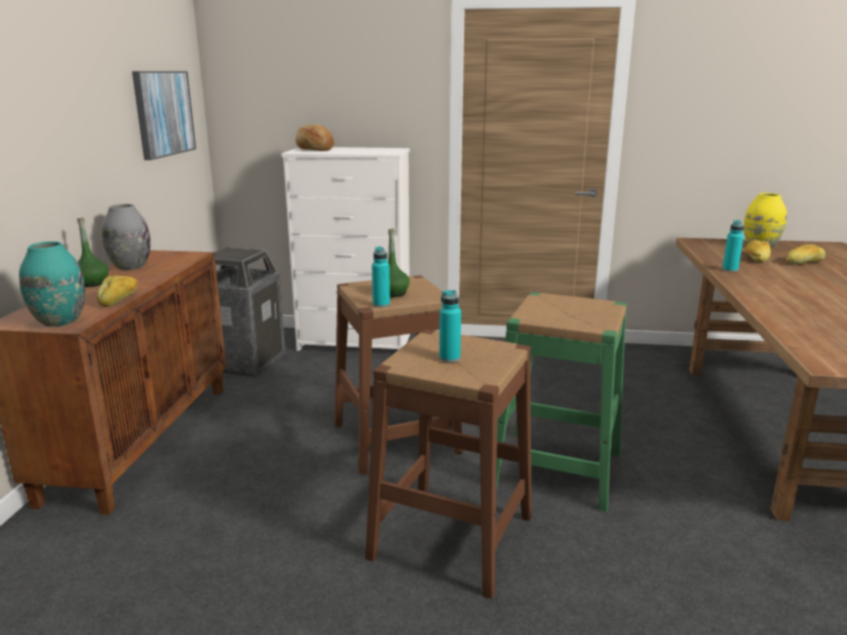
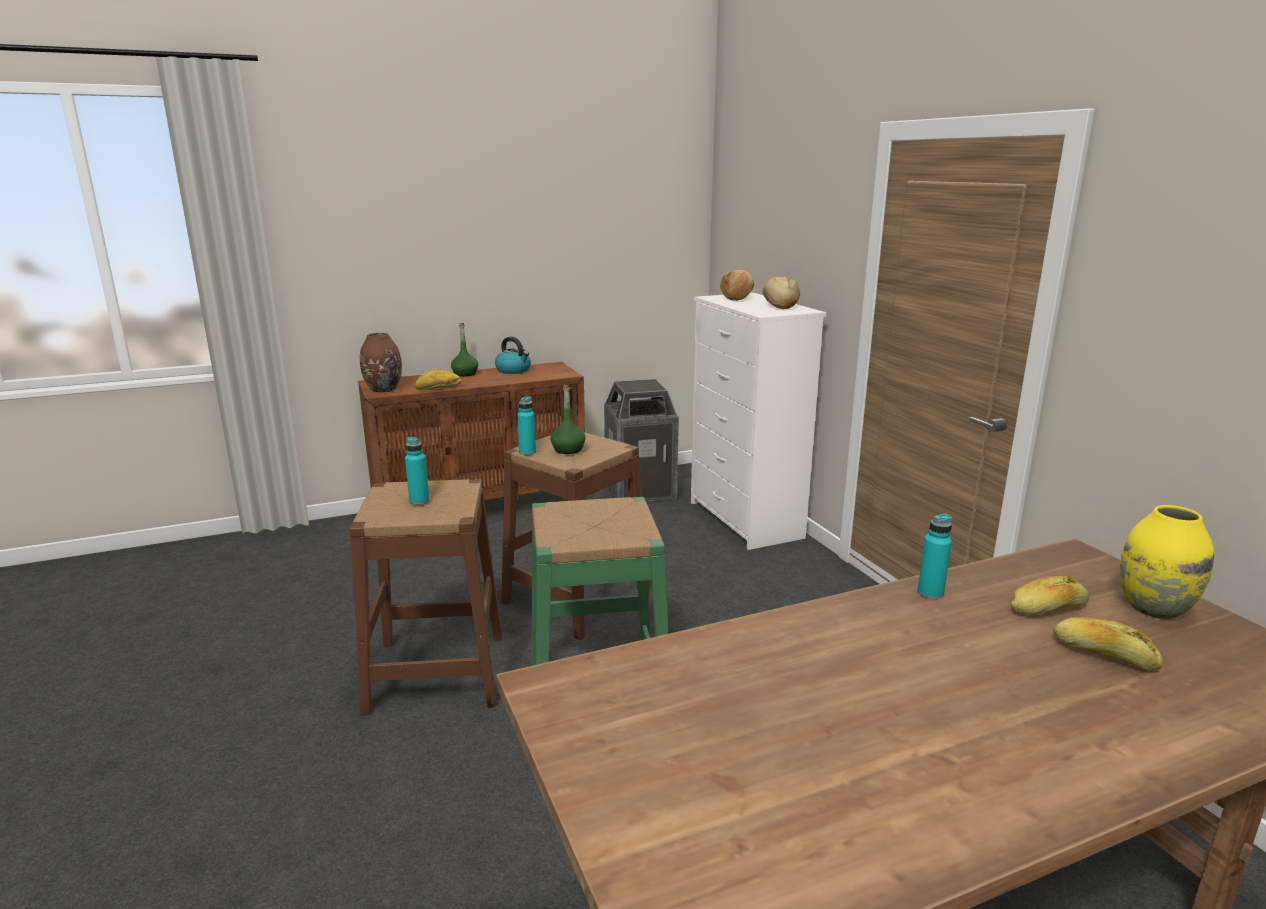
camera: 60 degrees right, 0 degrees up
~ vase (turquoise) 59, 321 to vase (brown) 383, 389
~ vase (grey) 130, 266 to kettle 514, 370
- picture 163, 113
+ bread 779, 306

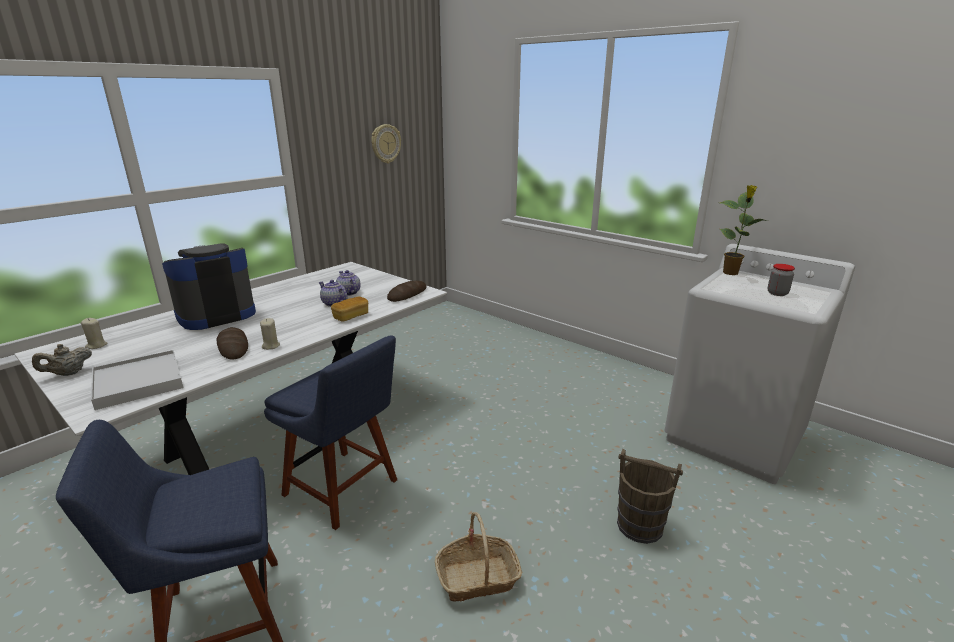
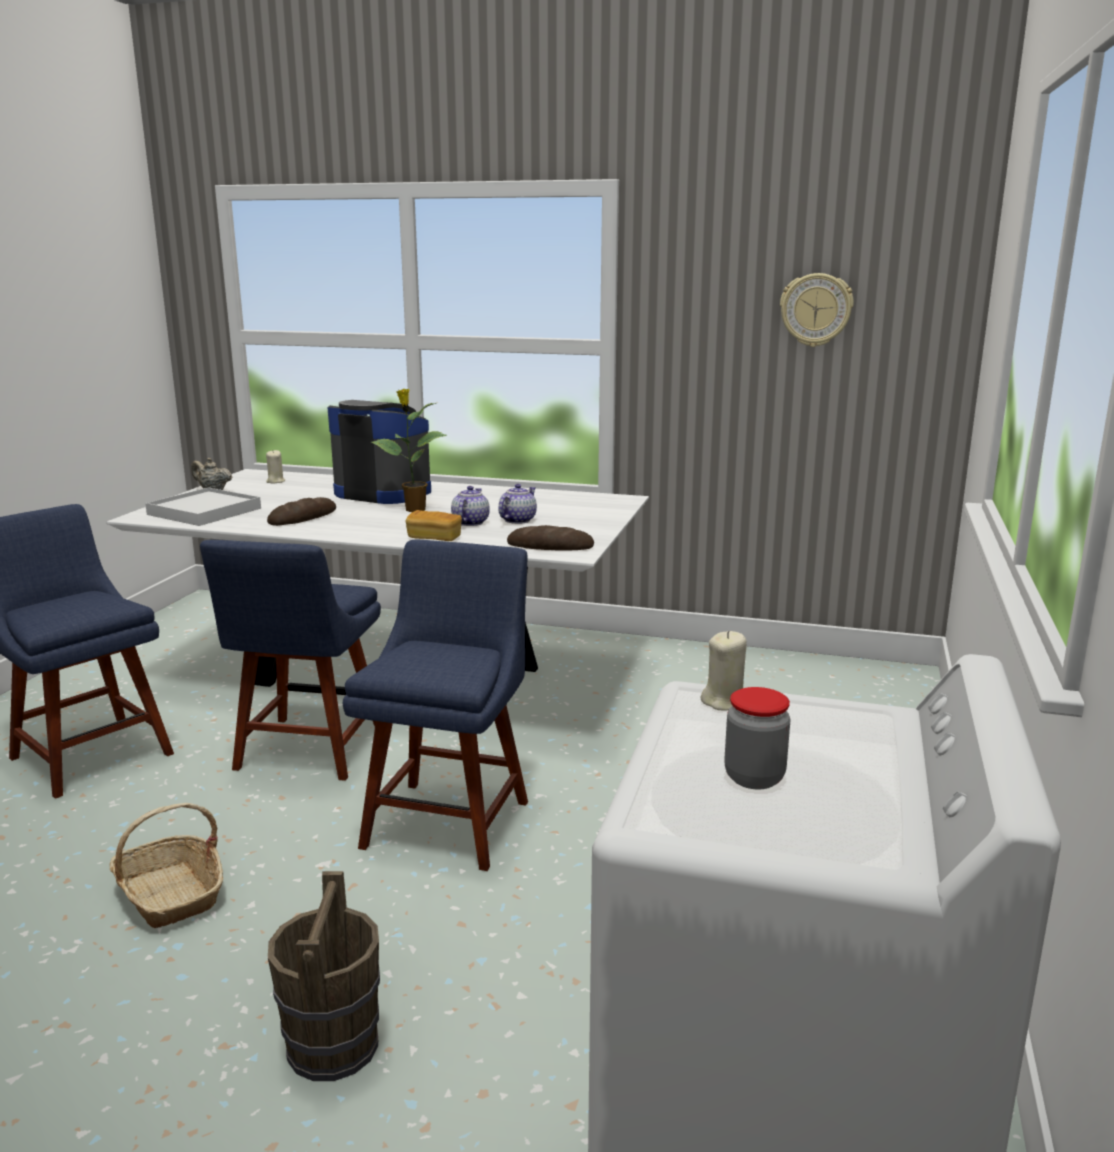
camera: 65 degrees right, 5 degrees down
~ candle (beige) 270, 346 to 724, 701
~ potted plant 731, 273 to 414, 510
+ chair (blue) 450, 819

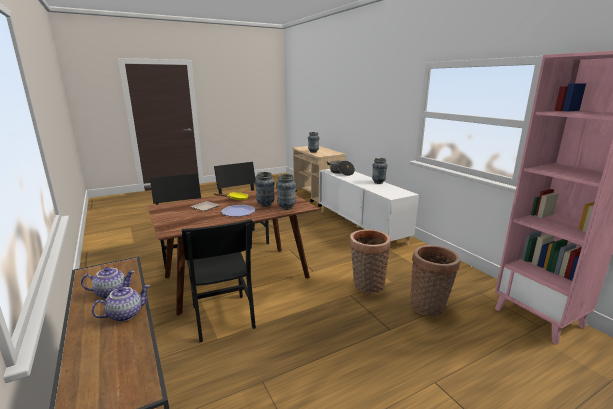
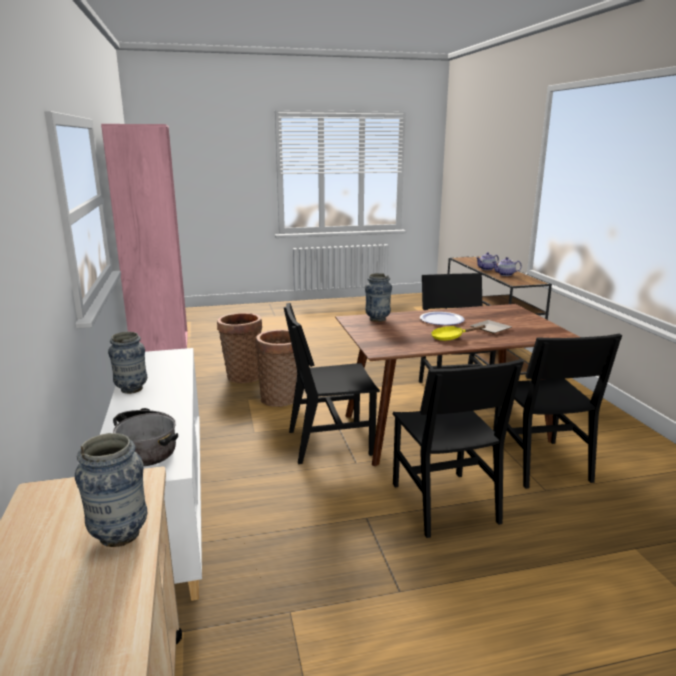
camera: 165 degrees left, 0 degrees up
- vase 265, 205
+ chair (black) 330, 442

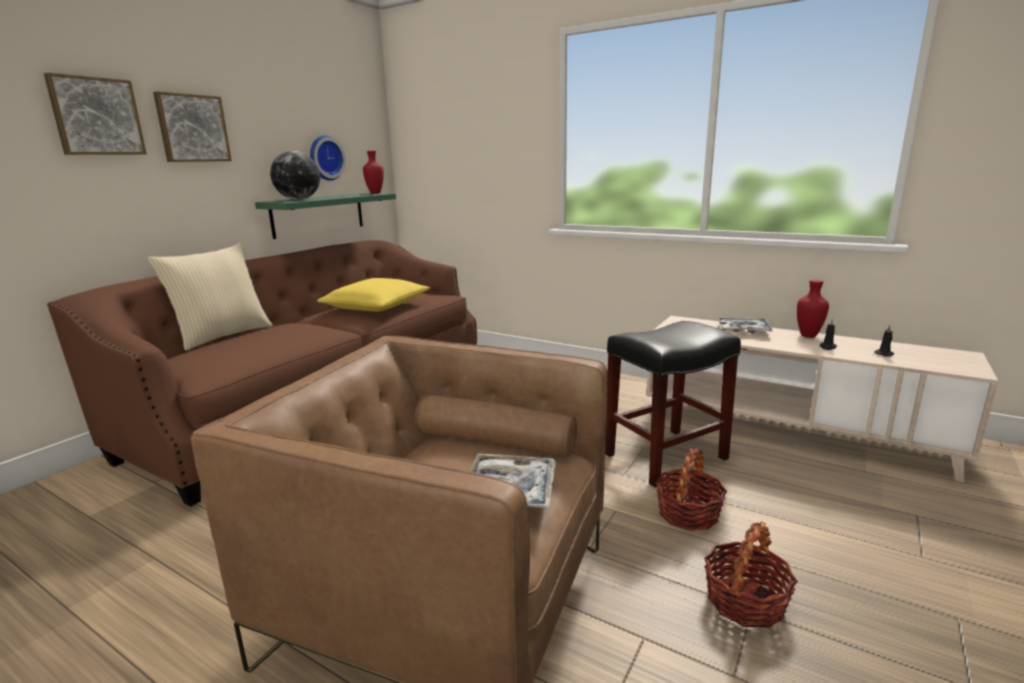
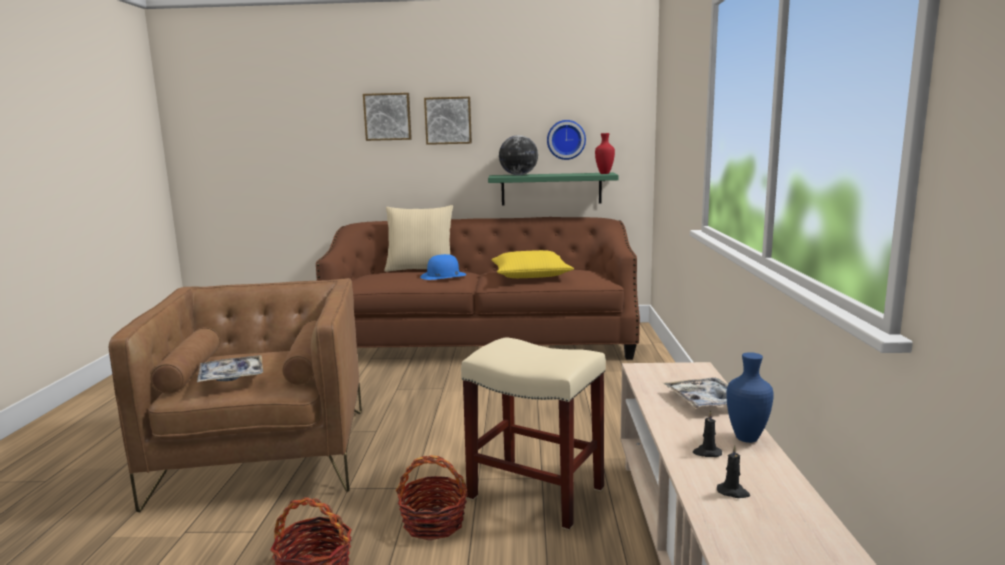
camera: 60 degrees right, 5 degrees down
~ stool (black) 665, 456 to stool (beige) 537, 492
~ vase (red) 809, 336 to vase (blue) 745, 439
+ hat (blue) 443, 275

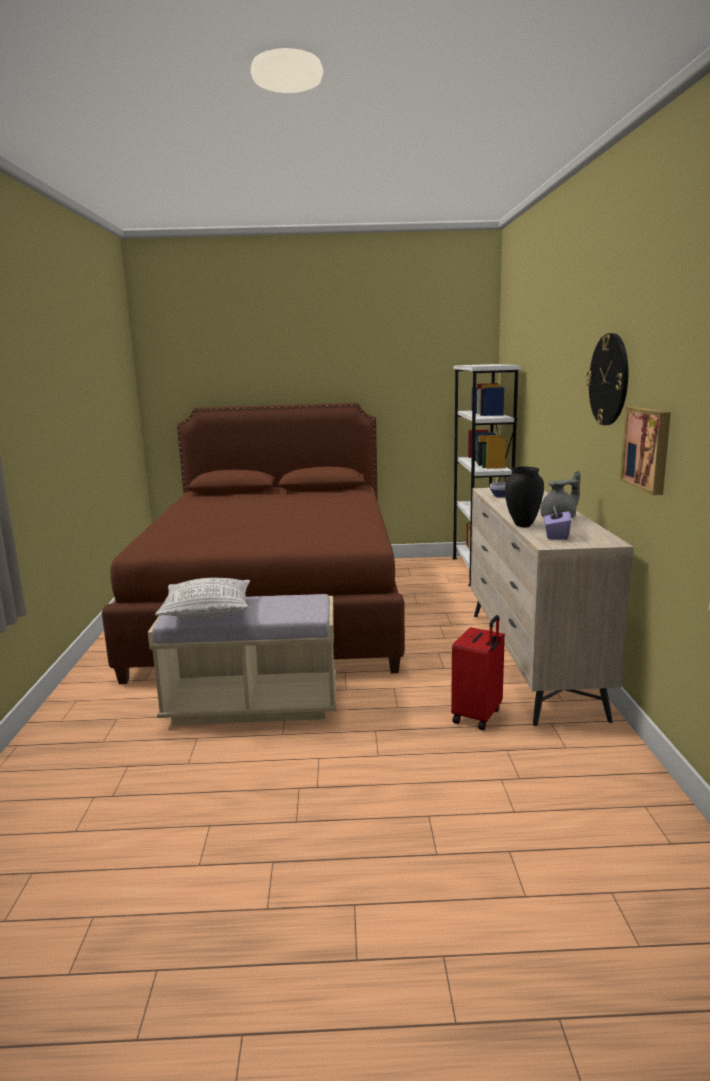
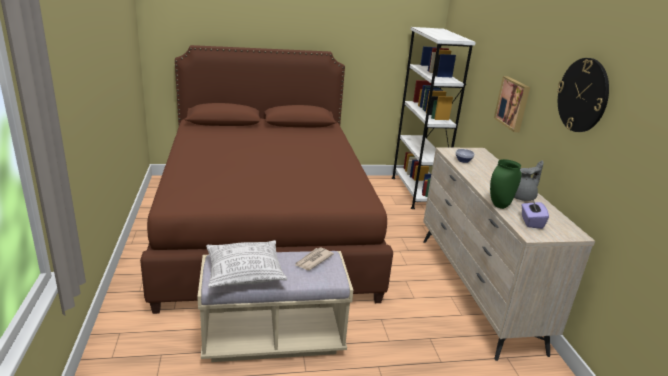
camera: 10 degrees left, 10 degrees up
- suitcase (red) 478, 716
~ vase (black) 523, 525 to vase (green) 499, 206
~ picture 648, 448 to 513, 103
+ newspaper 313, 260

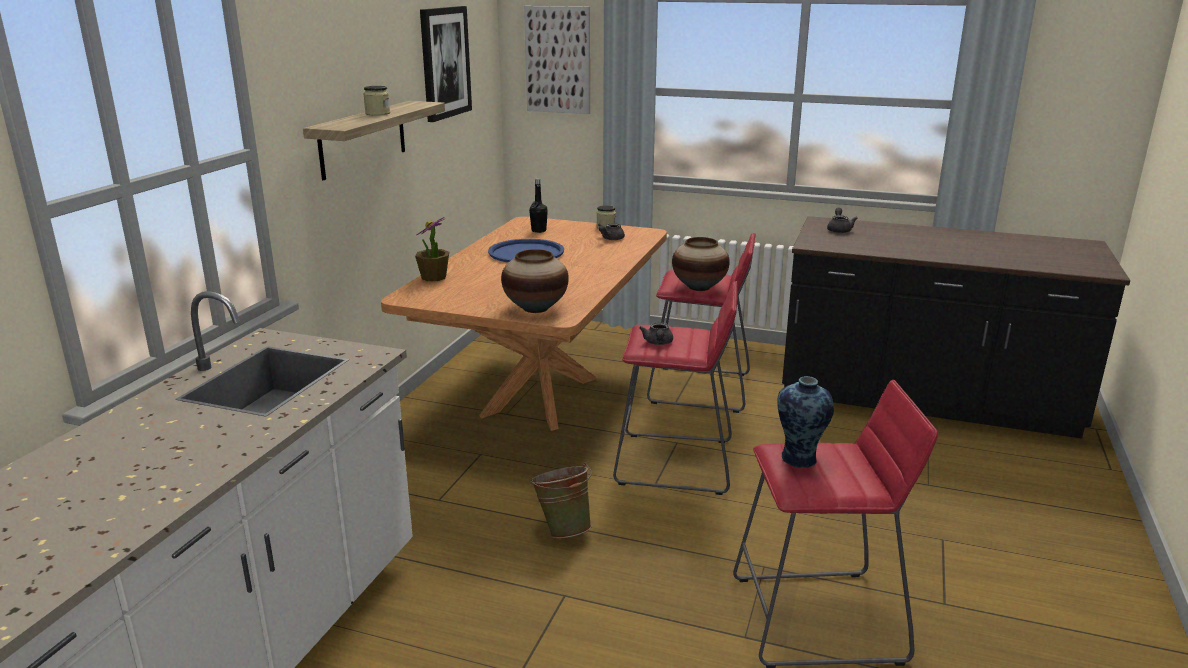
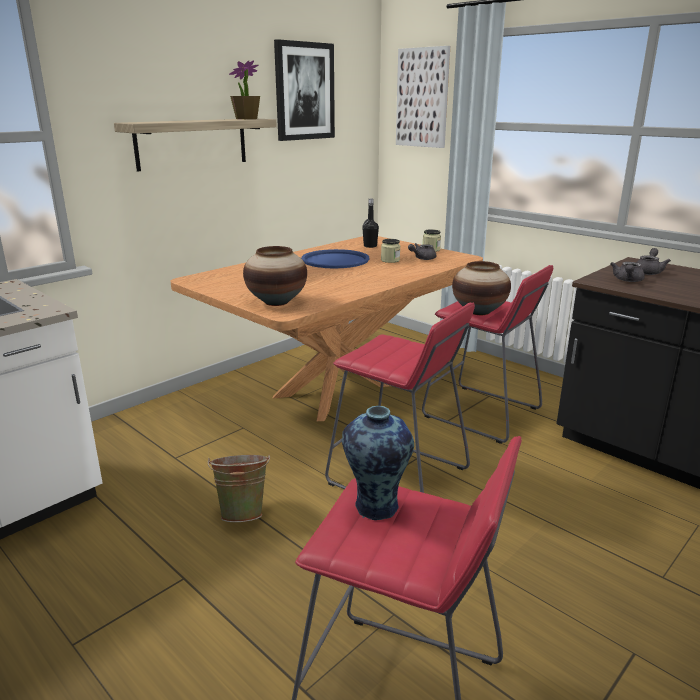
camera: 25 degrees right, 0 degrees up
~ jar 377, 113 to 390, 260
~ potted plant 434, 277 to 246, 119
~ teapot (grey) 658, 343 to 627, 280

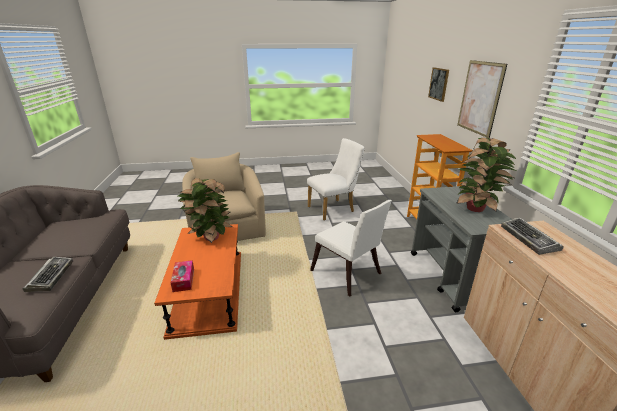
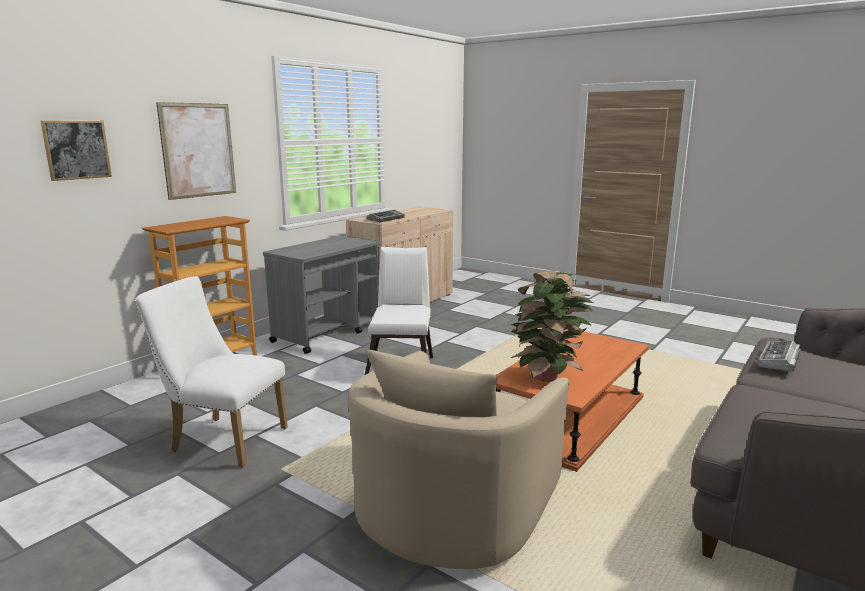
camera: 135 degrees left, 10 degrees down
- tissue box 183, 280
- potted plant 476, 208

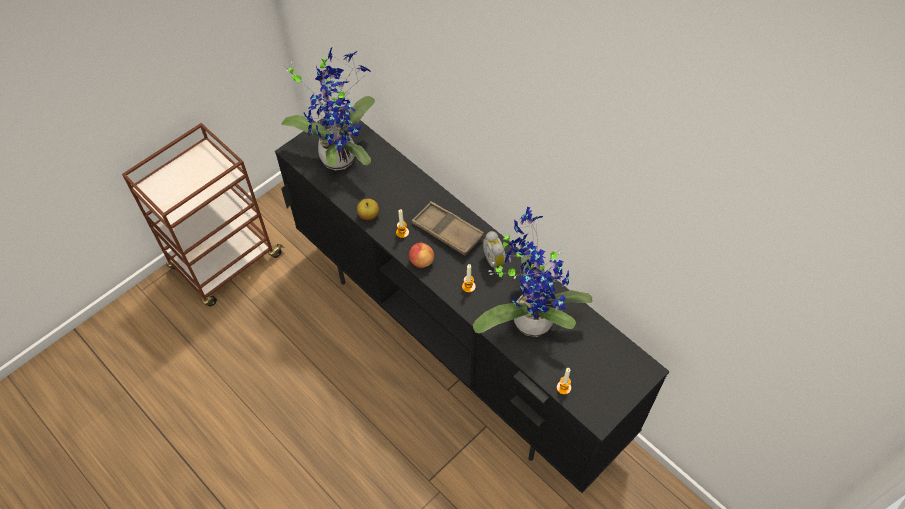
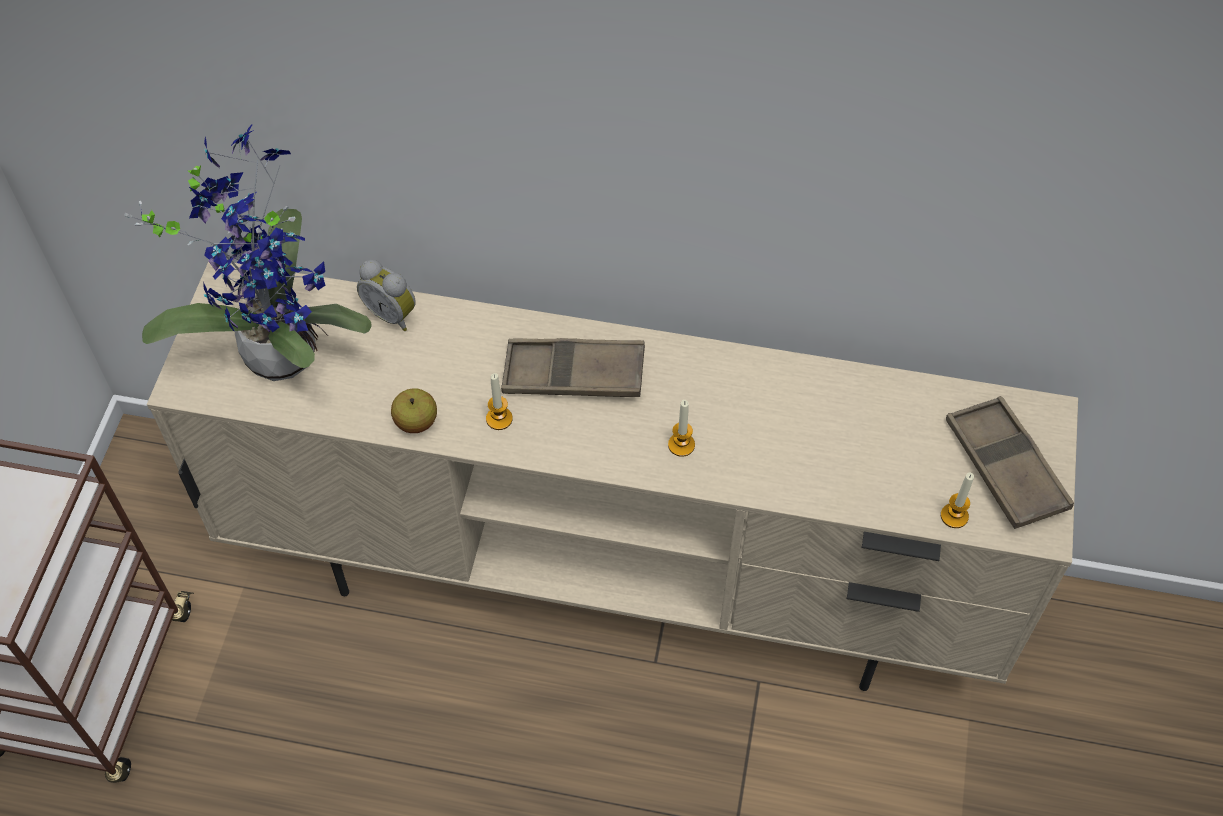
camera: 35 degrees left, 0 degrees up
~ tv stand (black) 457, 345 to tv stand (beige) 616, 580
- apple 421, 261
- potted plant 529, 317
~ alarm clock 495, 261 to 393, 314
+ tray (brown) 1005, 467

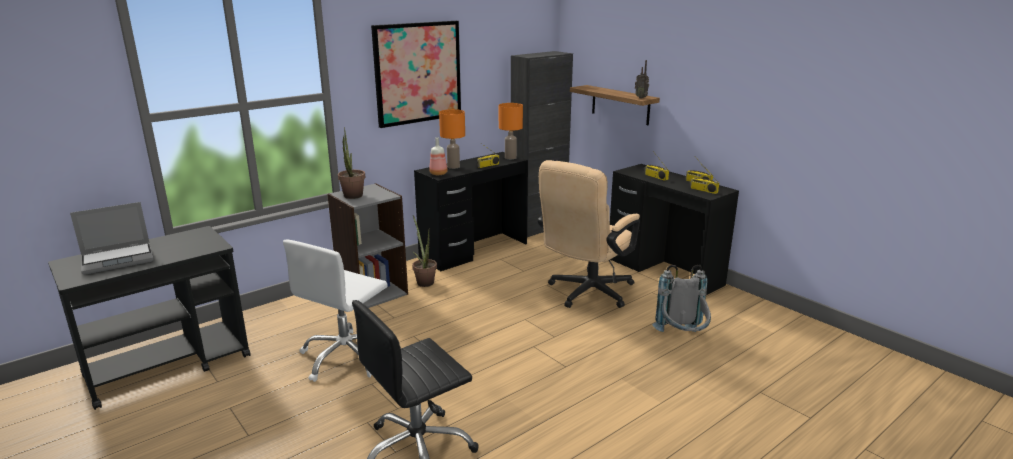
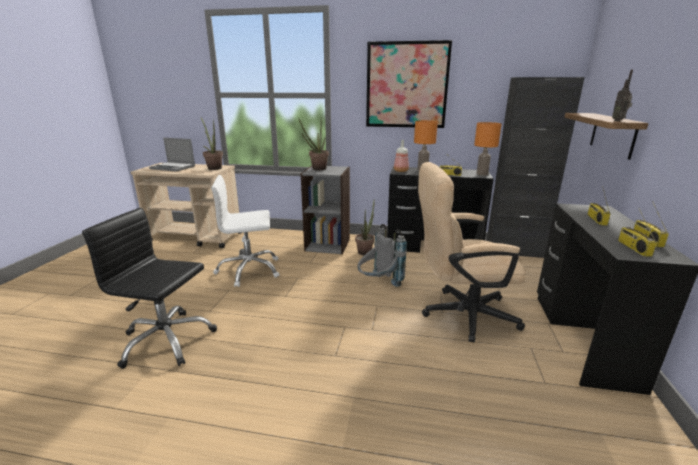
camera: 50 degrees right, 0 degrees up
~ cart (black) 169, 365 to cart (beige) 196, 237
~ backpack (grey) 681, 339 to 379, 285
+ potted plant 213, 168

